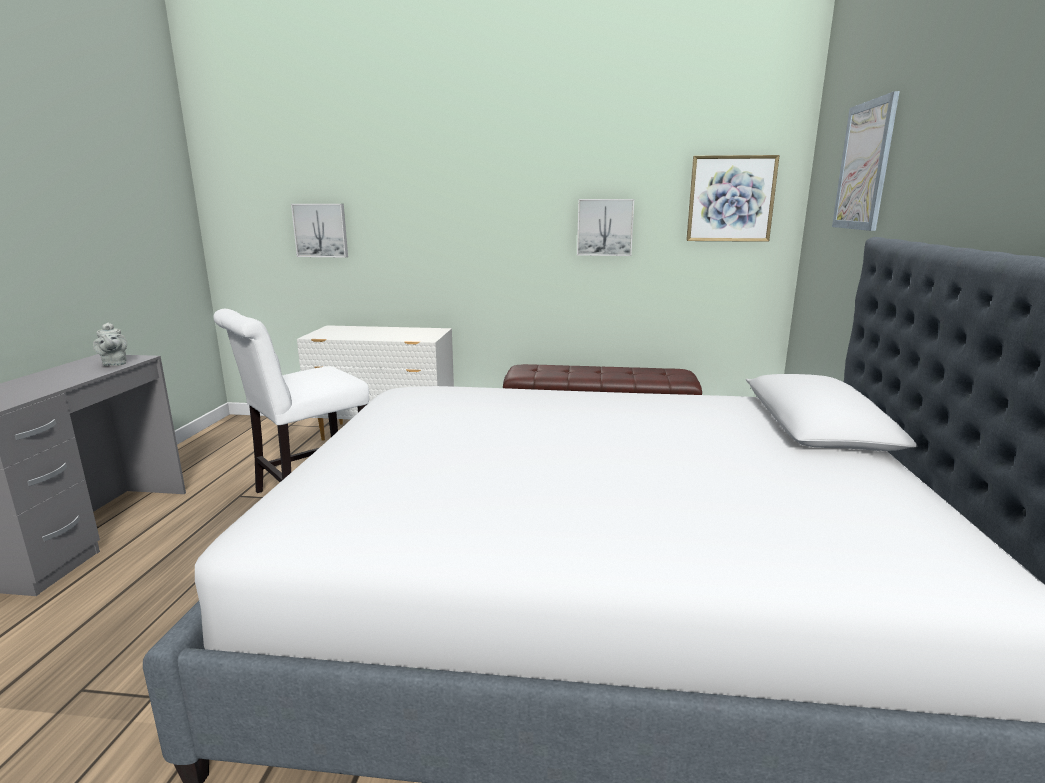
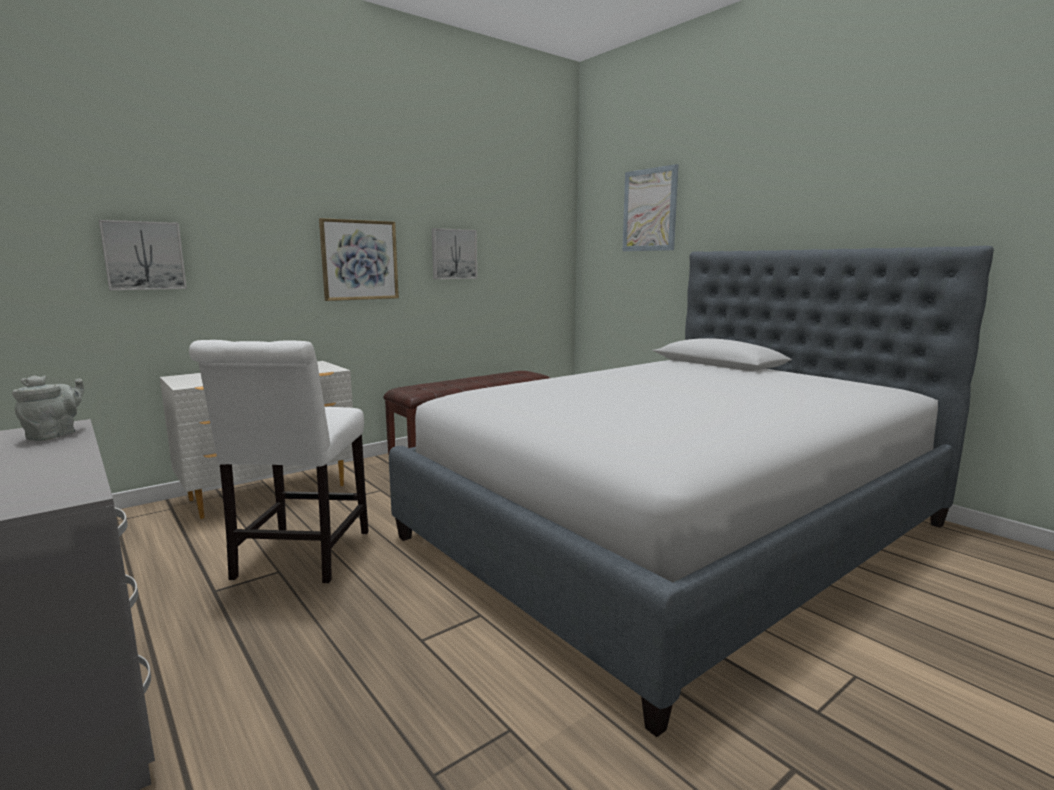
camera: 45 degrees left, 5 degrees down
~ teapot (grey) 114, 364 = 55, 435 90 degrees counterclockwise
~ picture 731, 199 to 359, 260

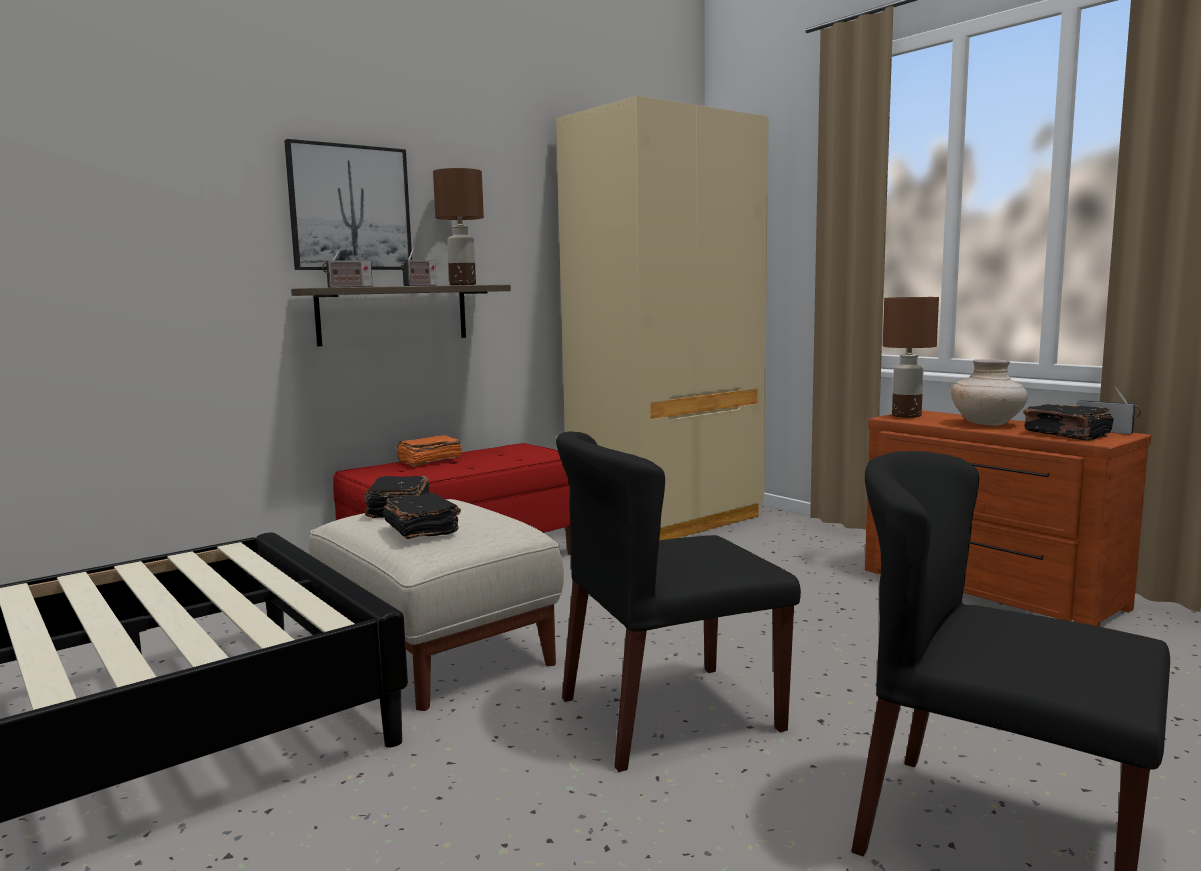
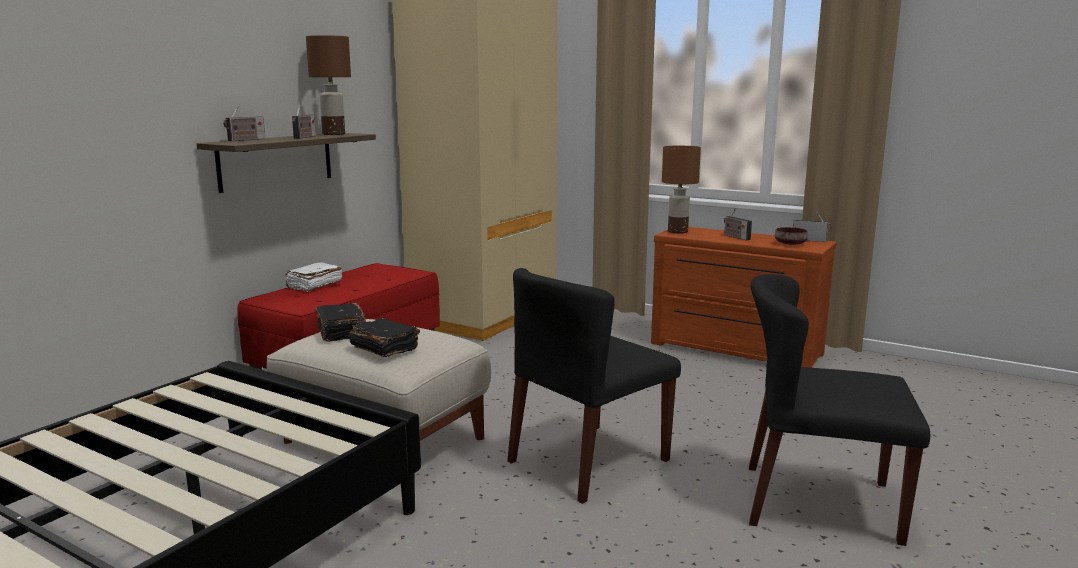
camera: 20 degrees left, 5 degrees up
- picture 349, 208
~ book (orange) 429, 461 to book (white) 314, 285
~ vase (beige) 987, 424 to radio 735, 237
~ book (black) 1067, 435 to bowl (brown) 790, 244

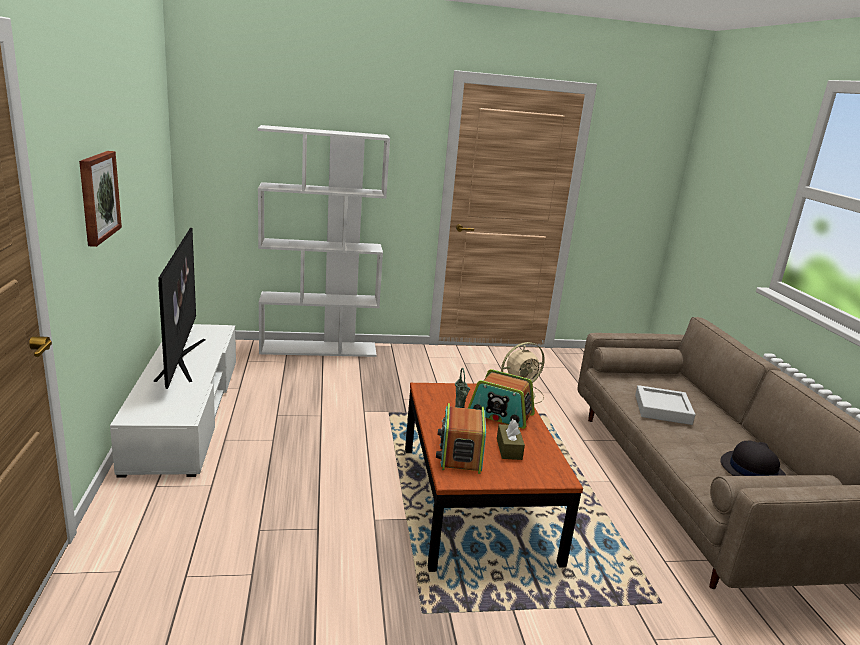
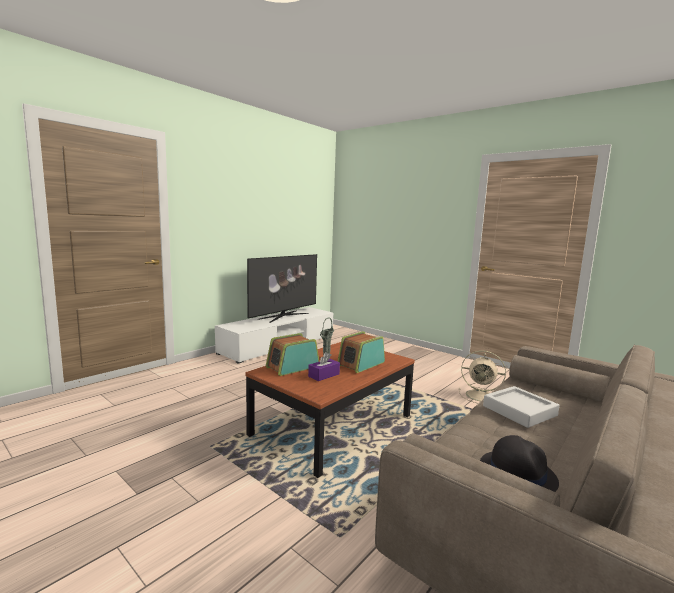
camera: 50 degrees right, 10 degrees down
- picture 97, 196
- bookcase (white) 319, 348
~ radio 500, 414 = 360, 364 60 degrees clockwise
~ tissue box (brown) 509, 449 to tissue box (purple) 324, 375

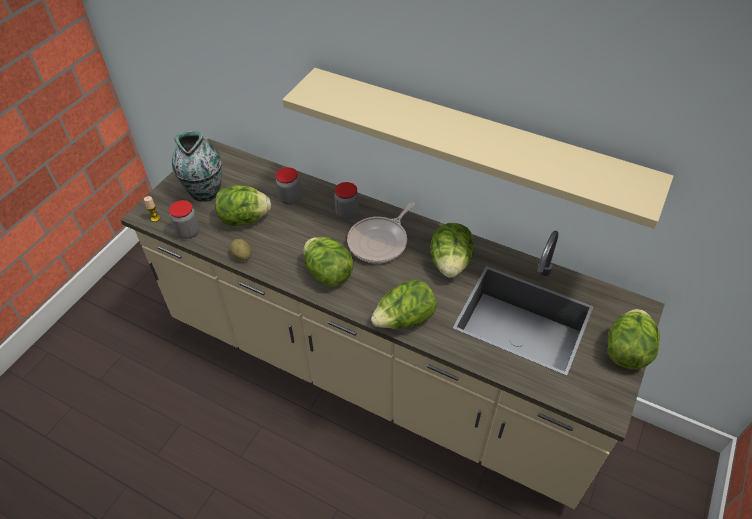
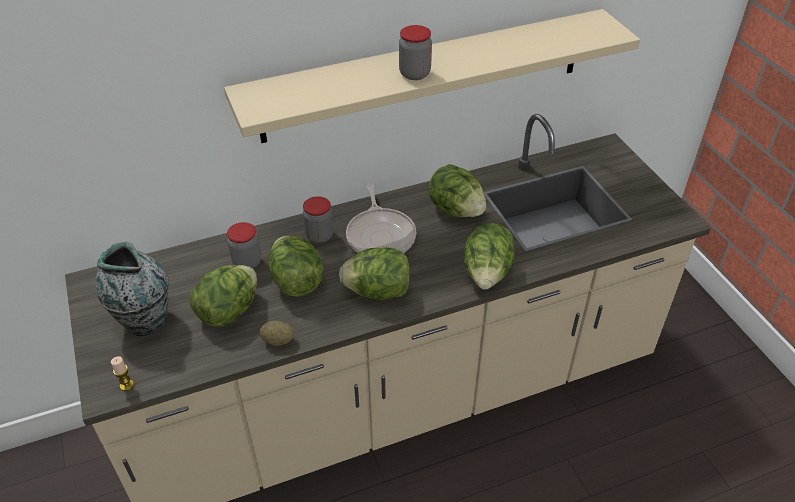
camera: 50 degrees left, 5 degrees down
~ jar 188, 232 to 414, 74
~ lettuce 626, 351 to 296, 282

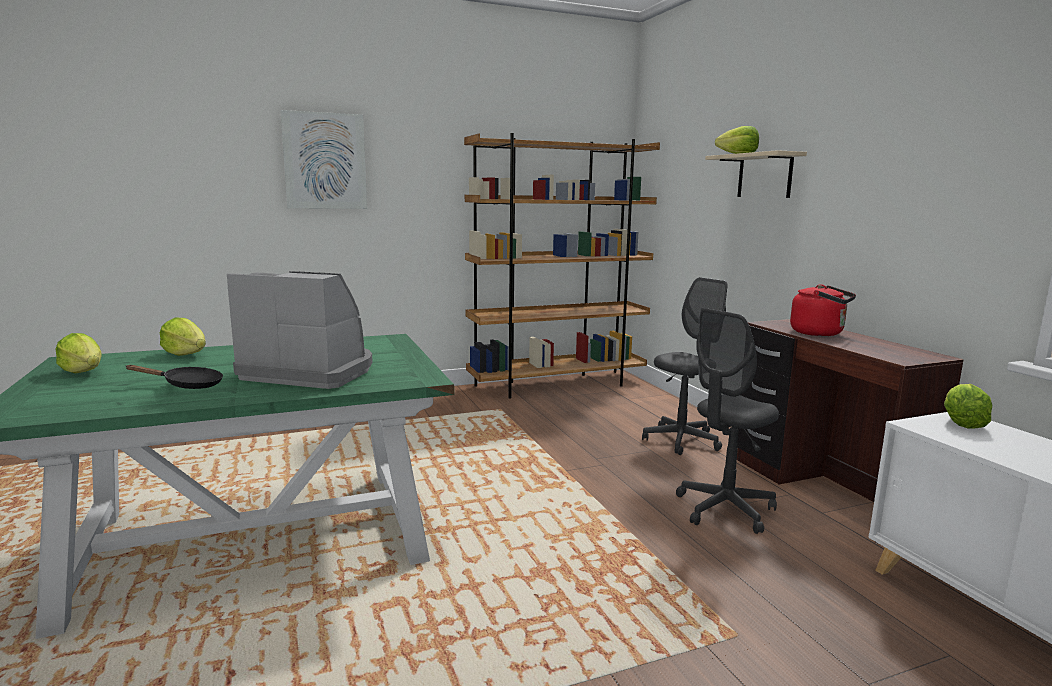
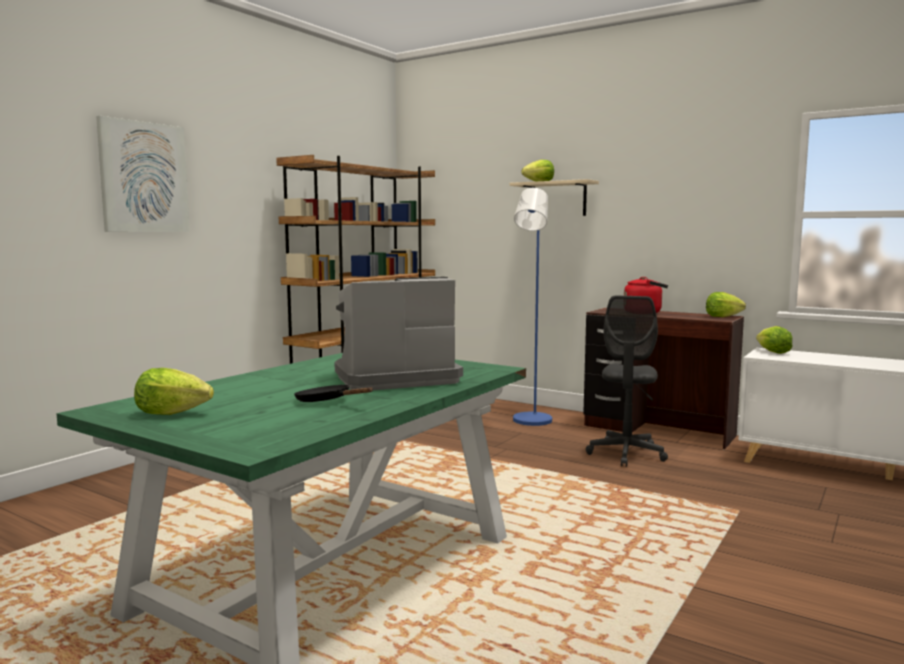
camera: 35 degrees left, 5 degrees down
~ frying pan (black) 188, 385 = 327, 402 105 degrees counterclockwise
~ lettuce 186, 354 to 722, 316
~ office chair (grey) 681, 440 to floor lamp (blue) 530, 422

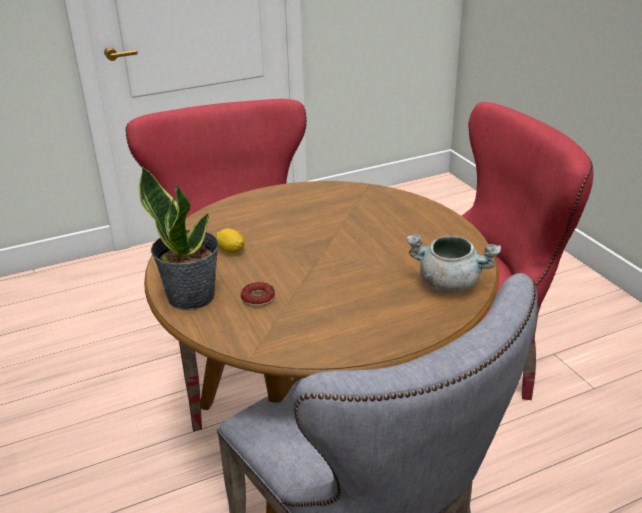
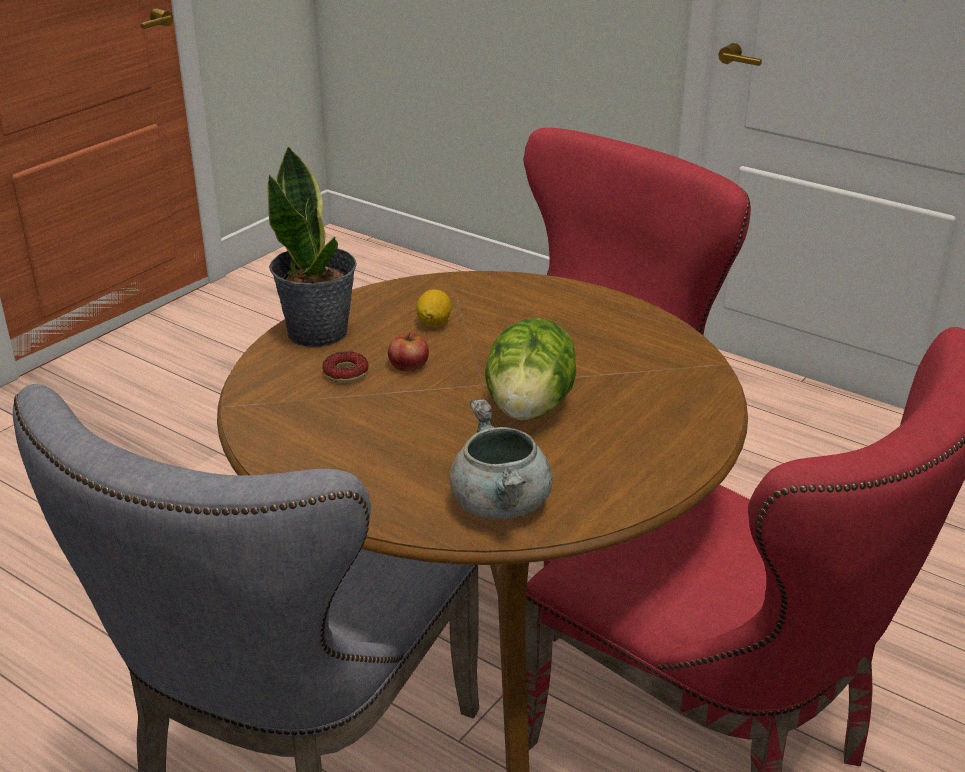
camera: 60 degrees right, 0 degrees up
+ apple 409, 365
+ lettuce 529, 408

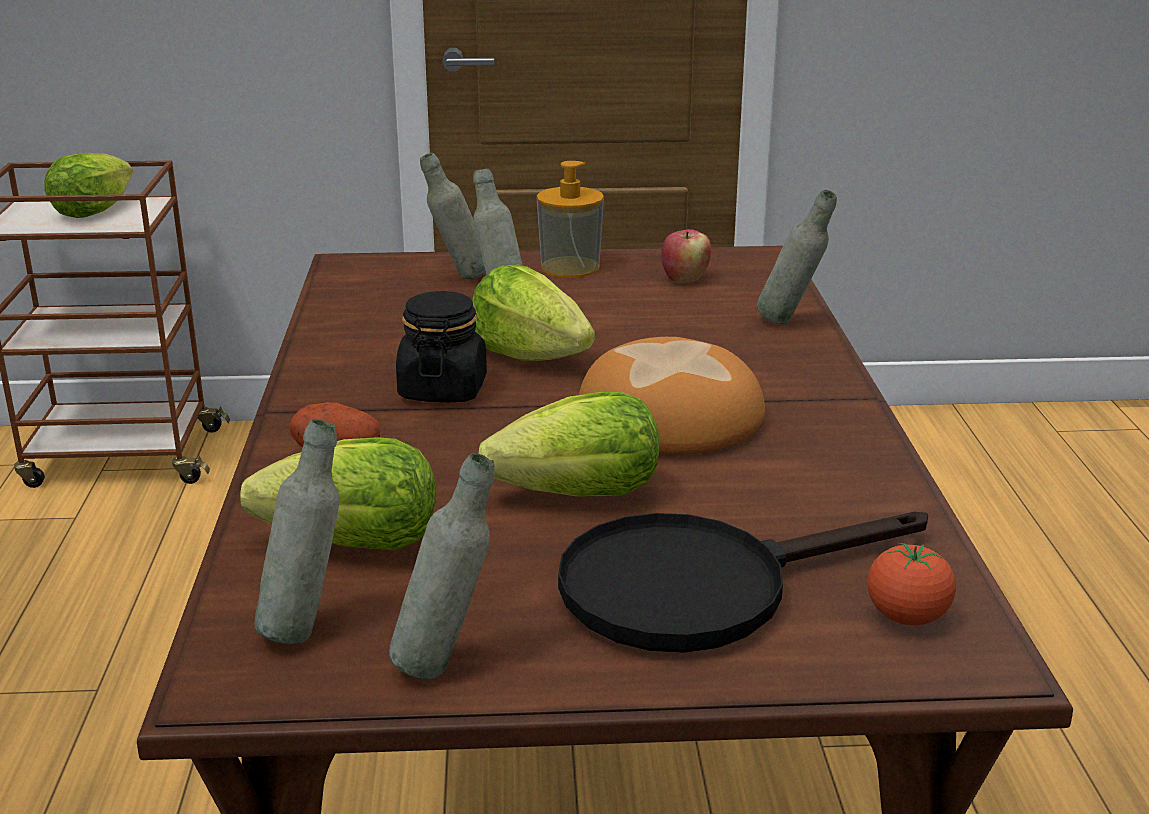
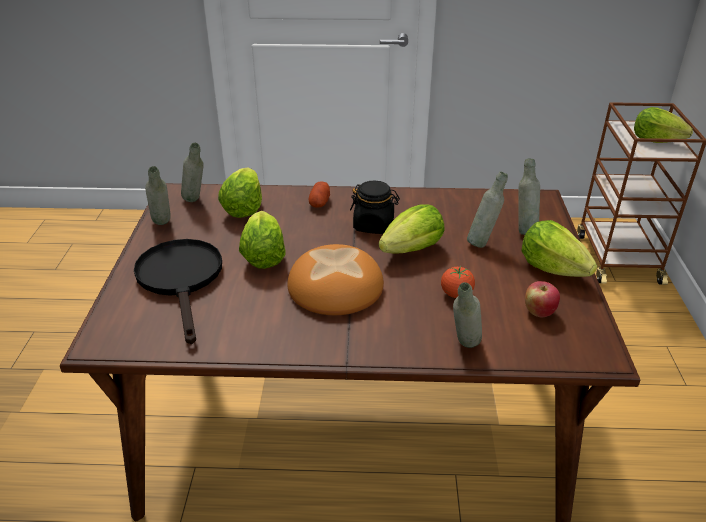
camera: 95 degrees right, 10 degrees up
~ soap dispenser 570, 267 to lettuce 552, 268
~ tomato 907, 617 to 456, 294

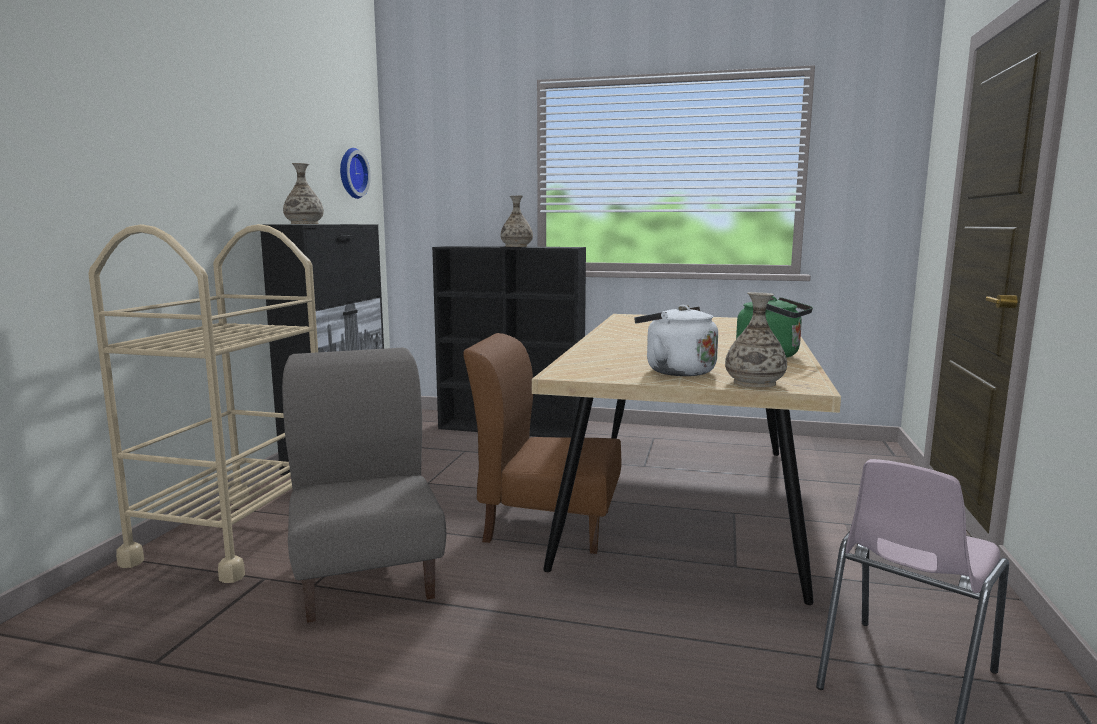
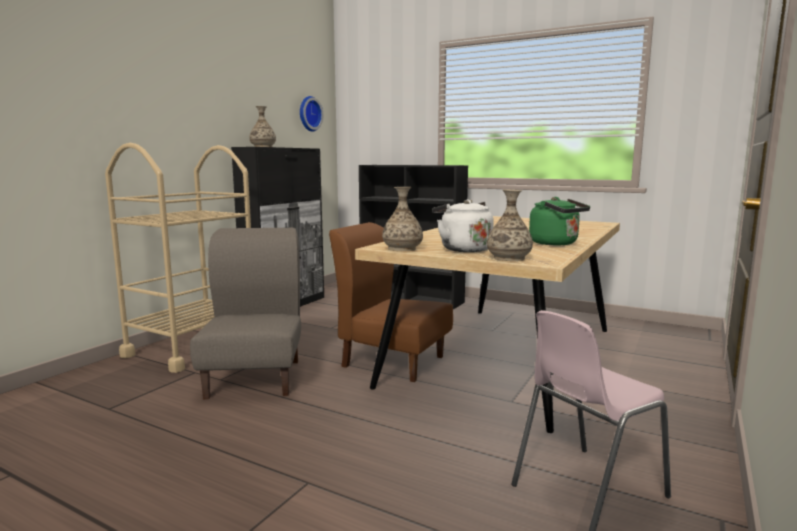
camera: 15 degrees right, 0 degrees up
~ vase 516, 246 to 402, 249

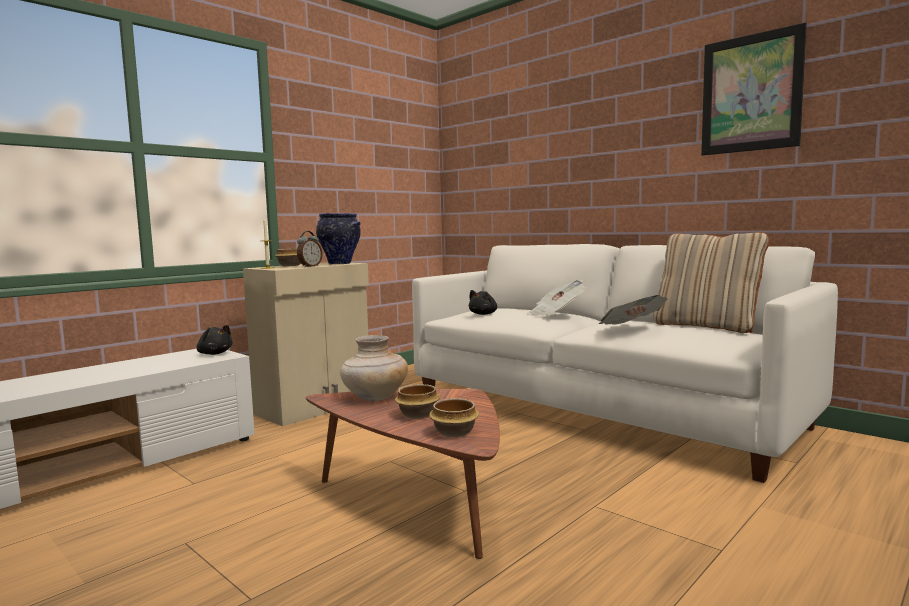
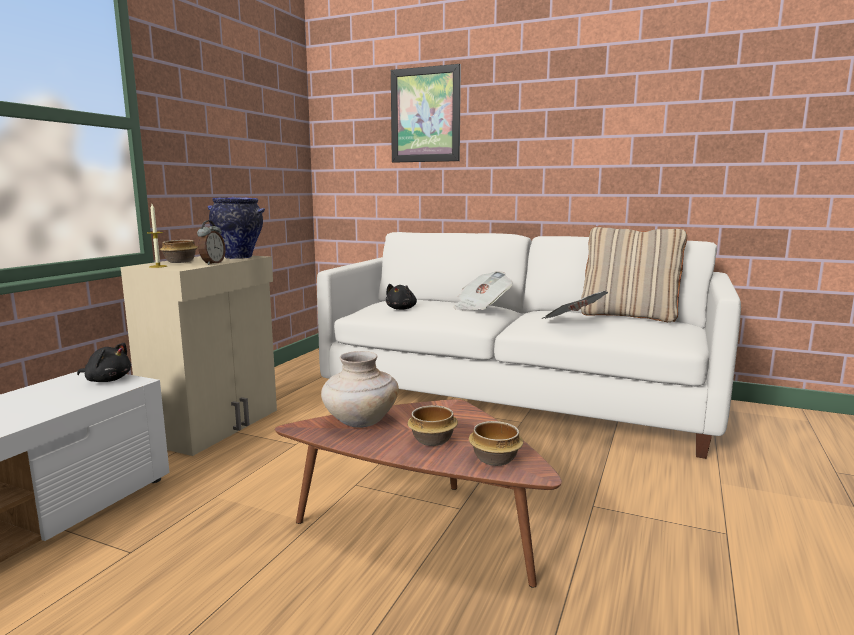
camera: 20 degrees left, 5 degrees up
~ picture 751, 93 to 425, 115

